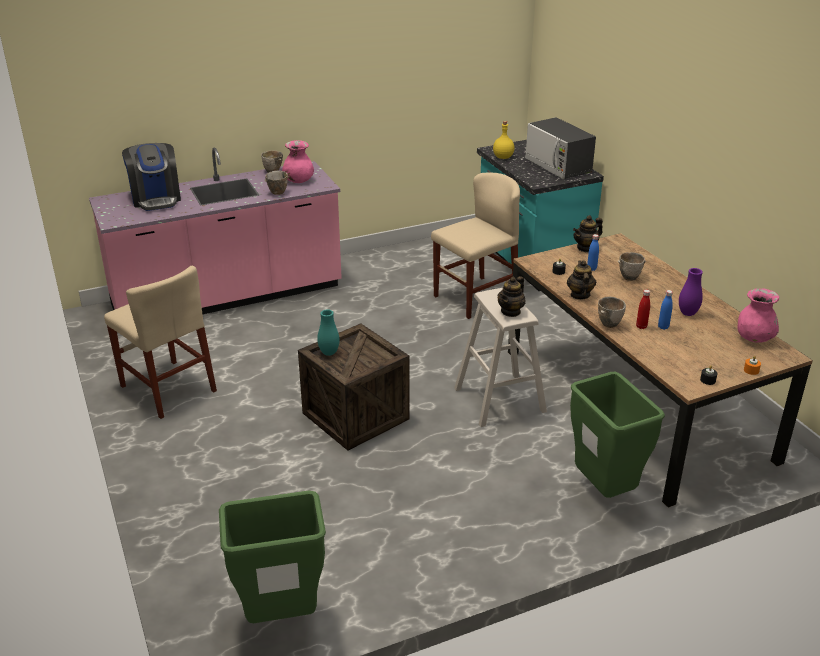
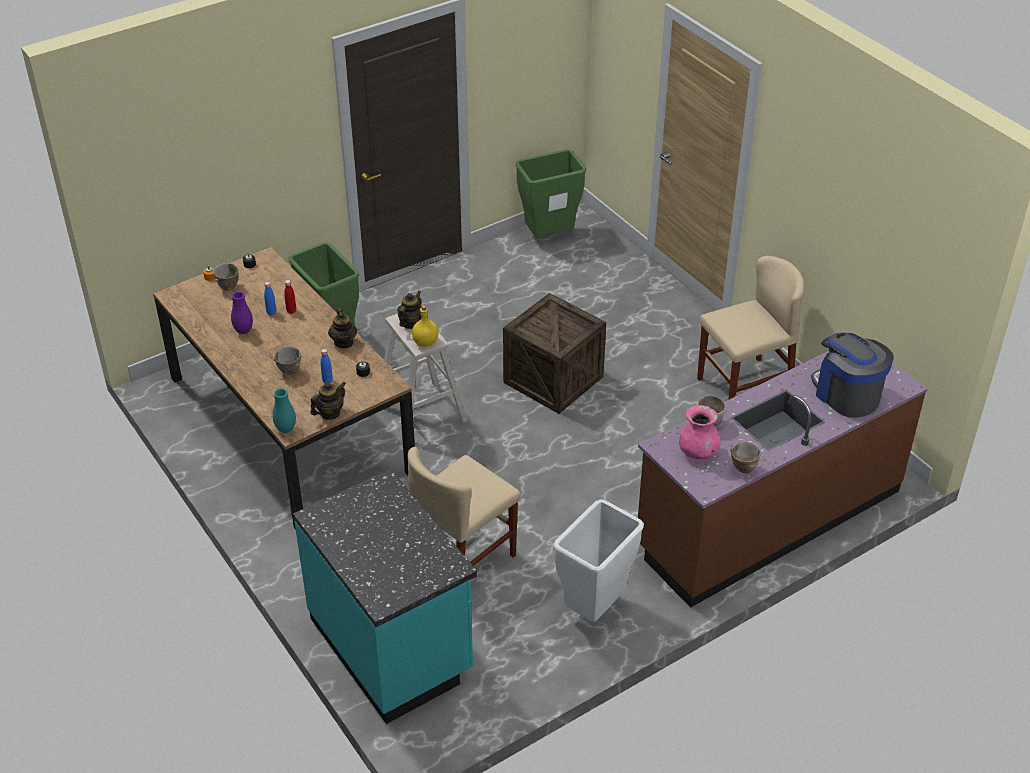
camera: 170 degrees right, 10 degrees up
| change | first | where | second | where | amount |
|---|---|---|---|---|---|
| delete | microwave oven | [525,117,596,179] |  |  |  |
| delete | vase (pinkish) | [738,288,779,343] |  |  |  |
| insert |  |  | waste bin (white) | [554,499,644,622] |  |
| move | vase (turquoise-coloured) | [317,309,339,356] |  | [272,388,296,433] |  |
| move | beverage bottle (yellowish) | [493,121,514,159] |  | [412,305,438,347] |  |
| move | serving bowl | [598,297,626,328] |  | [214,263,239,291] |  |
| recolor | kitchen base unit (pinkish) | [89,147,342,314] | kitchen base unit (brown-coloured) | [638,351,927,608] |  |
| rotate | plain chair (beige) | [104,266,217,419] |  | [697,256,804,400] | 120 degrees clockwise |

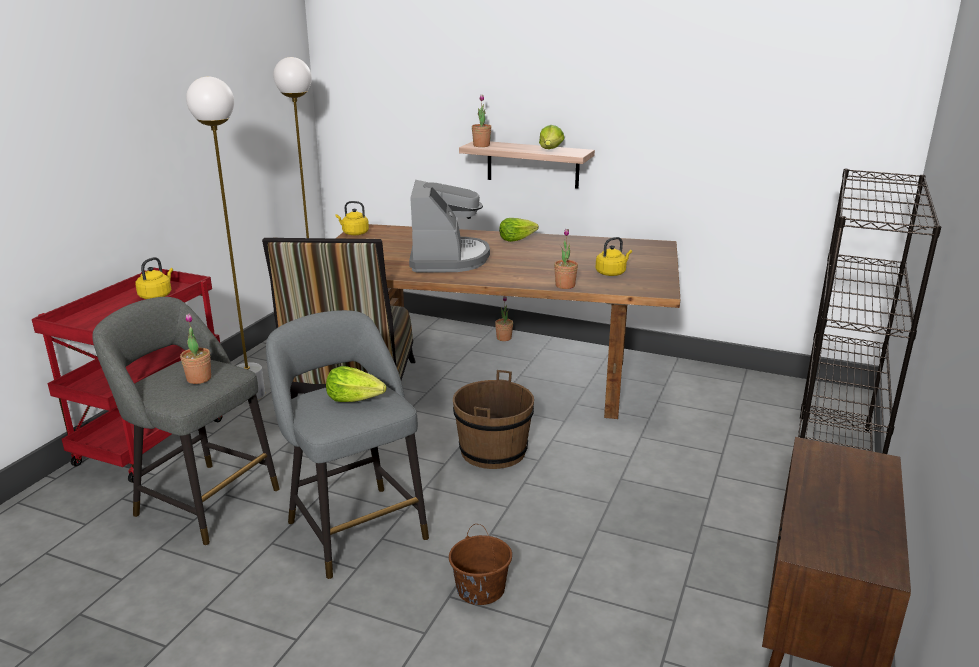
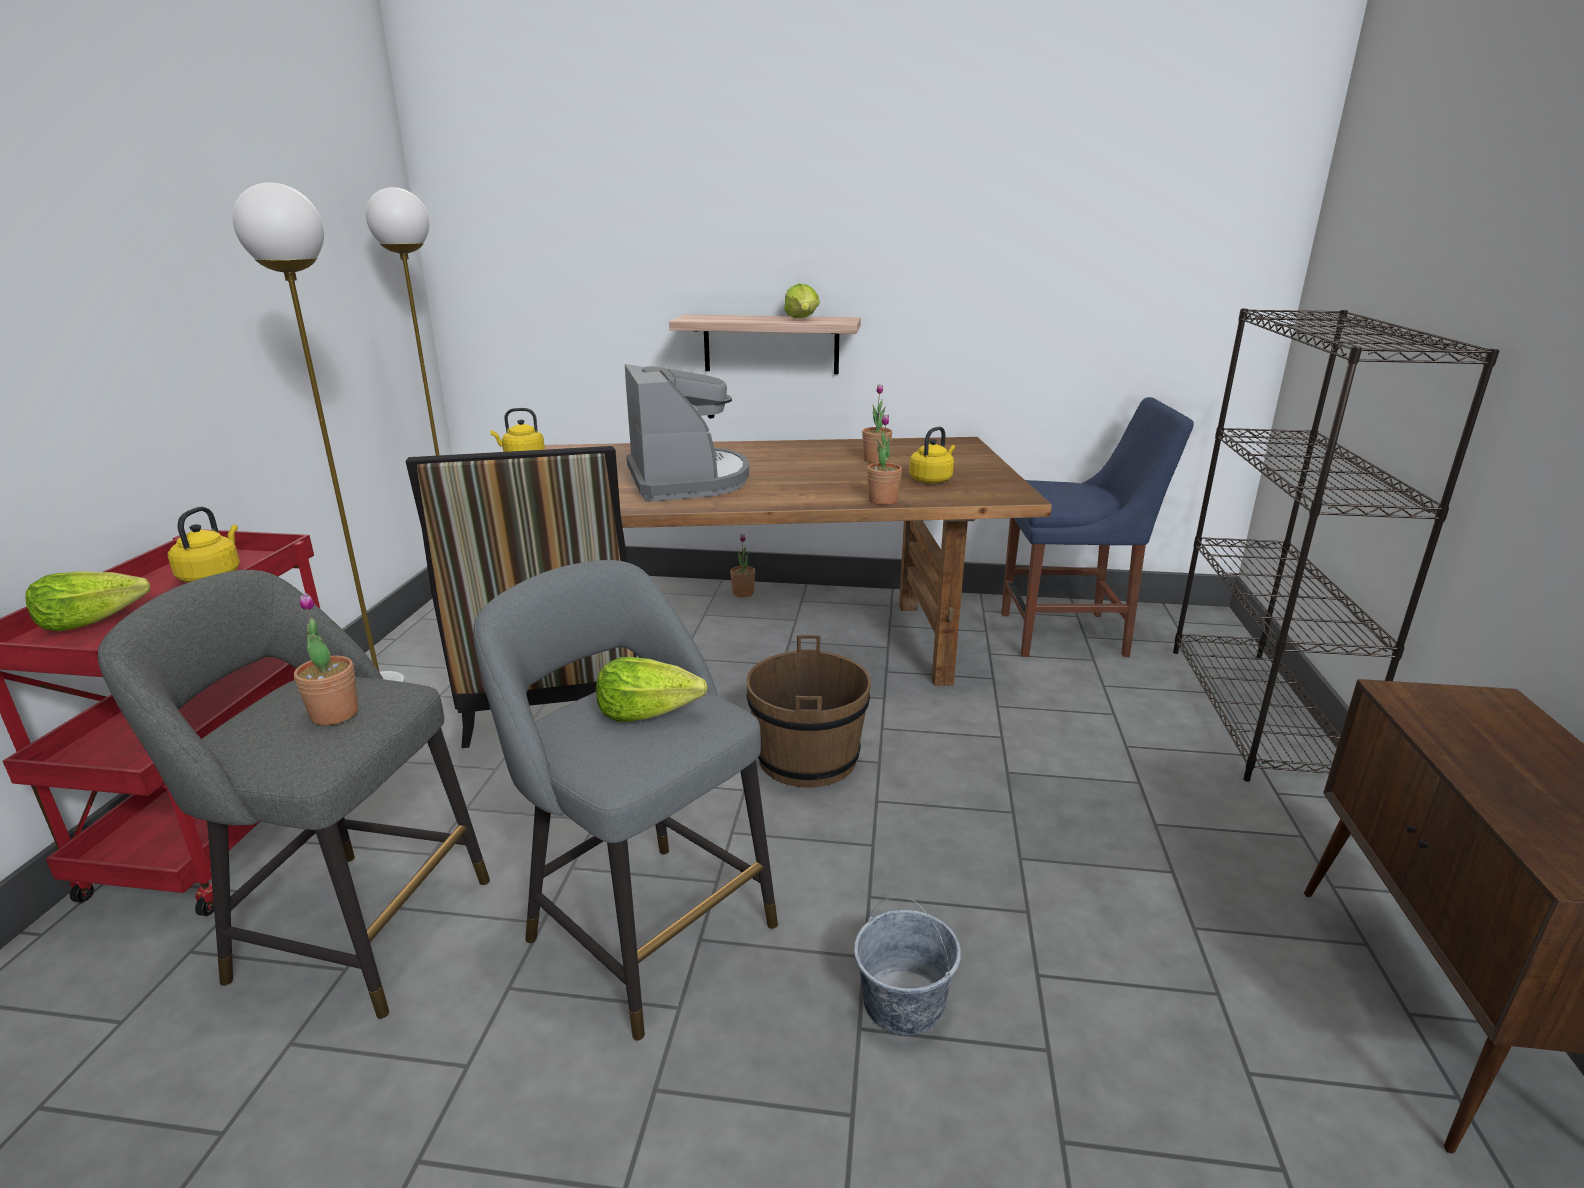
camera: 15 degrees left, 0 degrees up
| change | first | where | second | where | amount |
|---|---|---|---|---|---|
| insert |  |  | plain chair (bluish) | [1001,397,1194,657] |  |
| move | potted plant | [472,95,491,147] |  | [862,384,892,463] |  |
| move | lettuce | [499,218,539,242] |  | [25,571,150,631] |  |
| recolor | pail (brown-coloured) | [449,524,512,605] | pail (greyish) | [854,897,961,1035] |  |

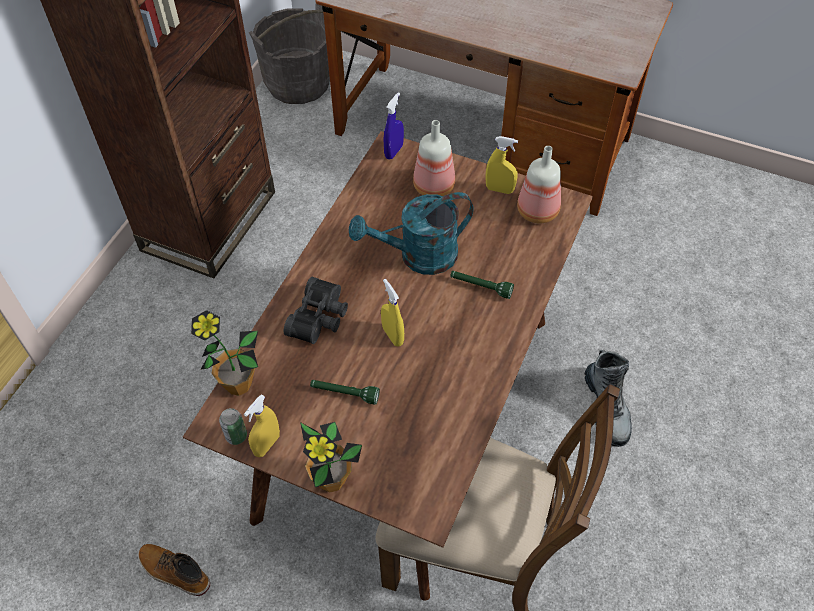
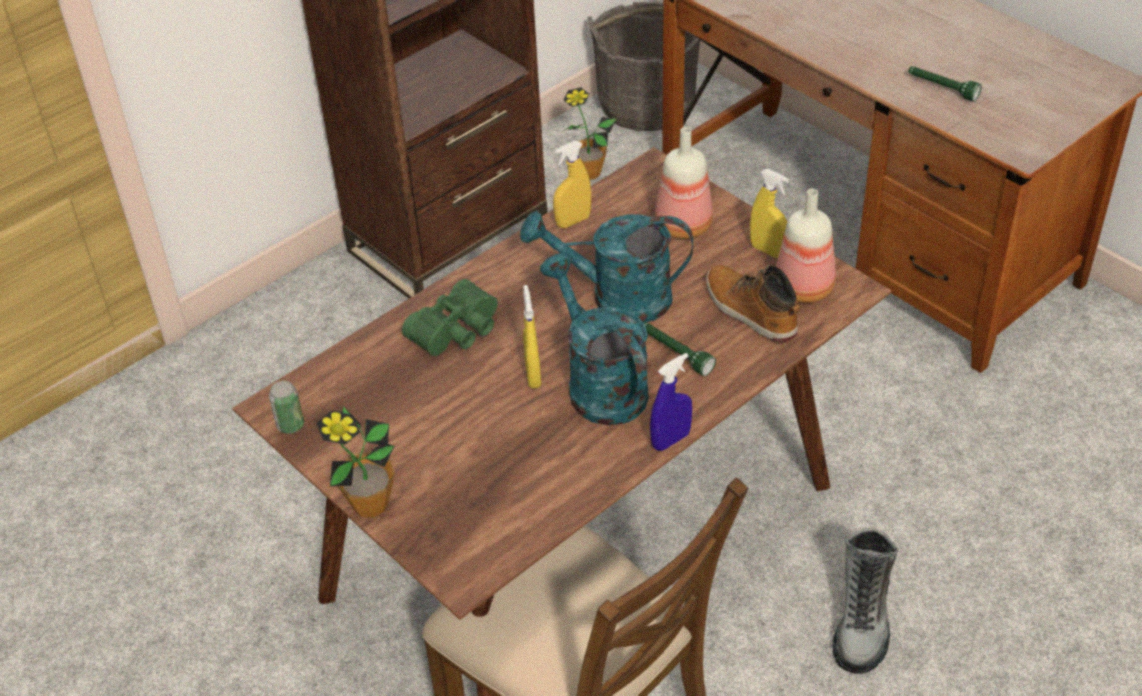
camera: 25 degrees right, 10 degrees down
| change | first | where | second | where | amount |
|---|---|---|---|---|---|
| insert |  |  | sprinkling can (turquoise-coloured) | [540,253,649,425] |  |
| move | tall boot | [138,544,210,596] |  | [706,265,799,343] |  |
| move | potted plant | [191,310,258,396] |  | [562,87,616,180] |  |
| move | sprayer (yellowish) | [244,394,280,457] |  | [553,141,591,228] |  |
| move | hand torch (green) | [310,380,380,405] |  | [908,66,982,102] |  |
| move | sprayer (bluish) | [383,92,404,160] |  | [650,353,692,451] |  |
| recolor | field glasses (blackish) | [284,277,348,344] | field glasses (green) | [402,279,498,356] |  |

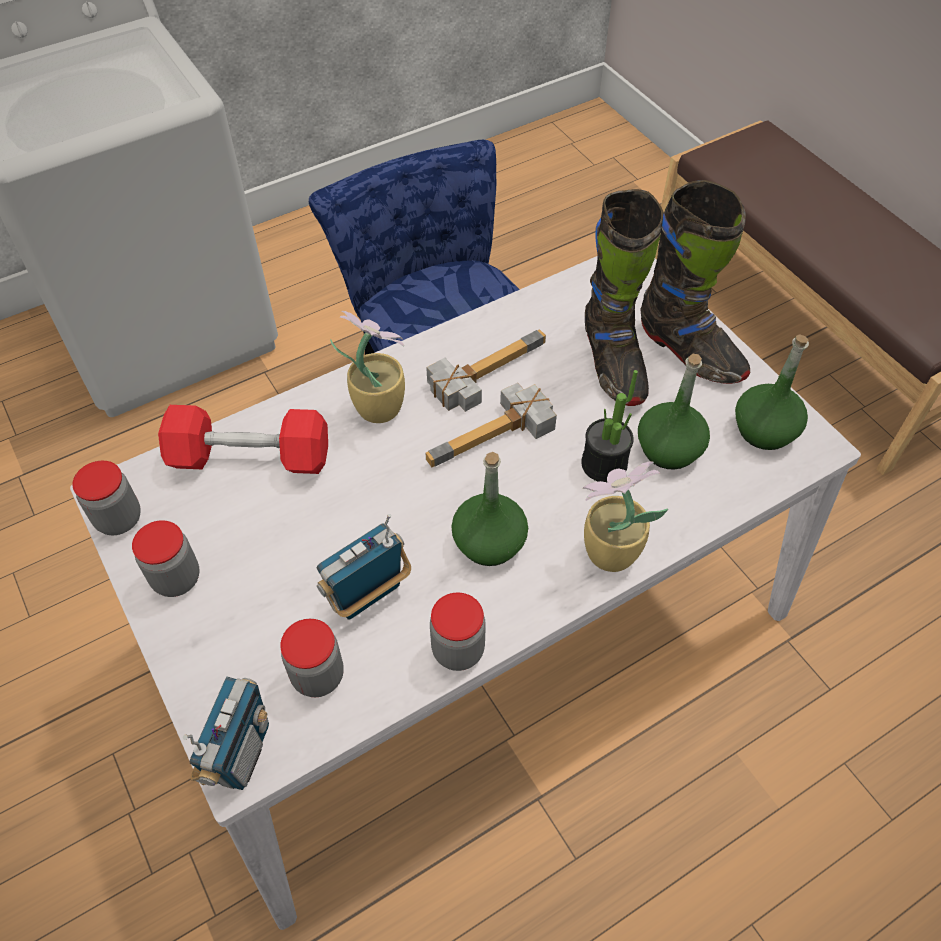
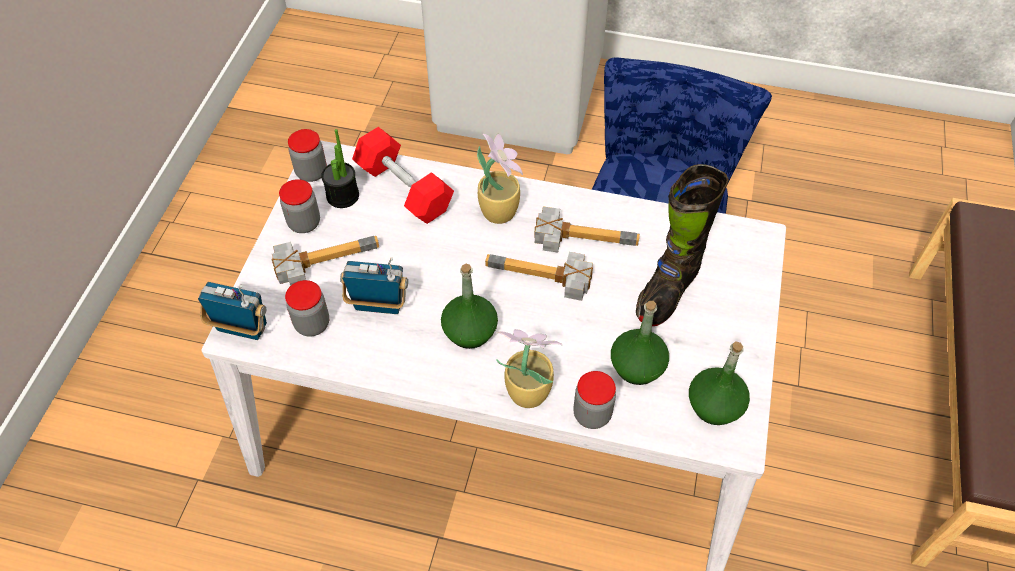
camera: 45 degrees right, 0 degrees up
| change | first | where | second | where | amount |
|---|---|---|---|---|---|
| delete | tall boot (blackish) | [641,180,750,384] |  |  |  |
| insert |  |  | hand hammer | [272,236,379,286] |  |
| move | preserve jar | [430,592,486,671] |  | [573,371,616,429] |  |
| move | potted plant | [581,370,638,483] |  | [321,129,359,208] |  |
| rotate | radio | [183,677,269,790] |  | [198,282,267,340] | 135 degrees counterclockwise |

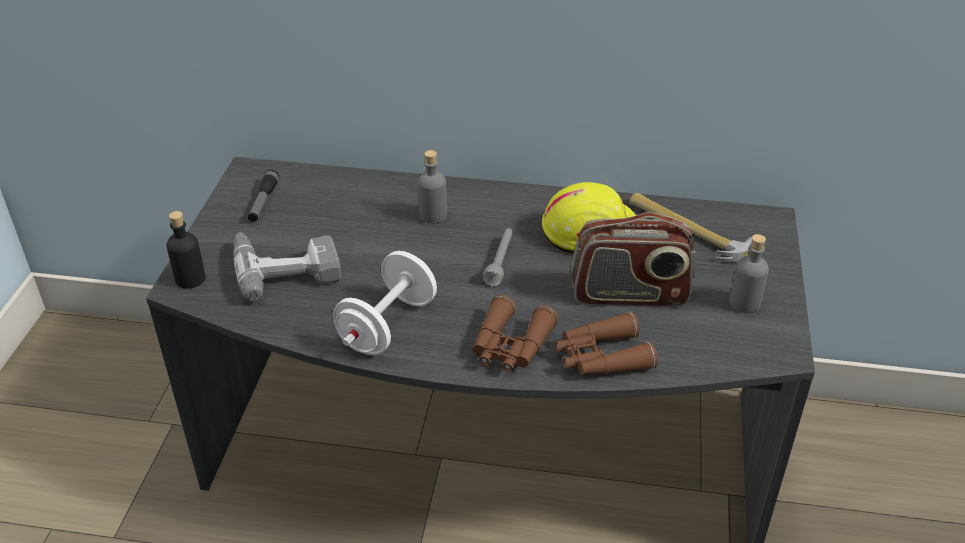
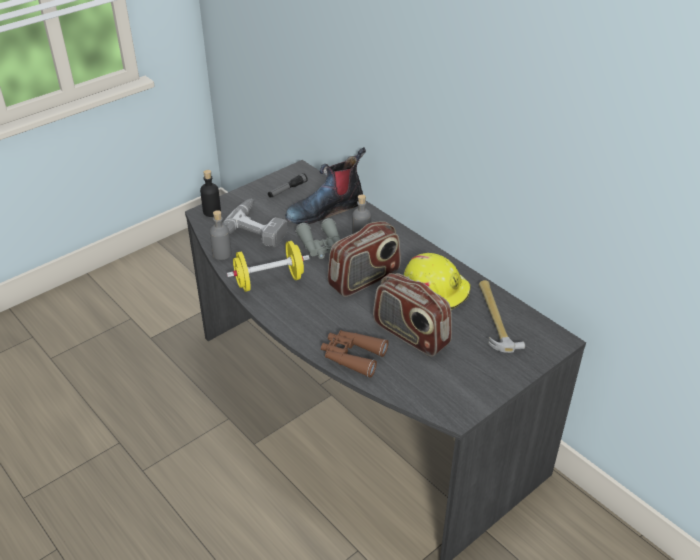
camera: 40 degrees right, 0 degrees up
| change | first | where | second | where | amount |
|---|---|---|---|---|---|
| delete | field glasses (brown-coloured) | [473,295,558,372] |  |  |  |
| insert |  |  | tall boot | [285,147,366,224] |  |
| insert |  |  | field glasses (greyish) | [296,218,341,259] |  |
| move | beverage bottle (greyish) | [730,234,769,313] |  | [210,210,231,260] |  |
| replace | hand torch (greyish) | [483,228,513,287] | radio | [328,221,401,297] |  |
| recolor | hand weight (white) | [333,251,437,355] | hand weight (yellowish) | [227,241,309,292] |  |

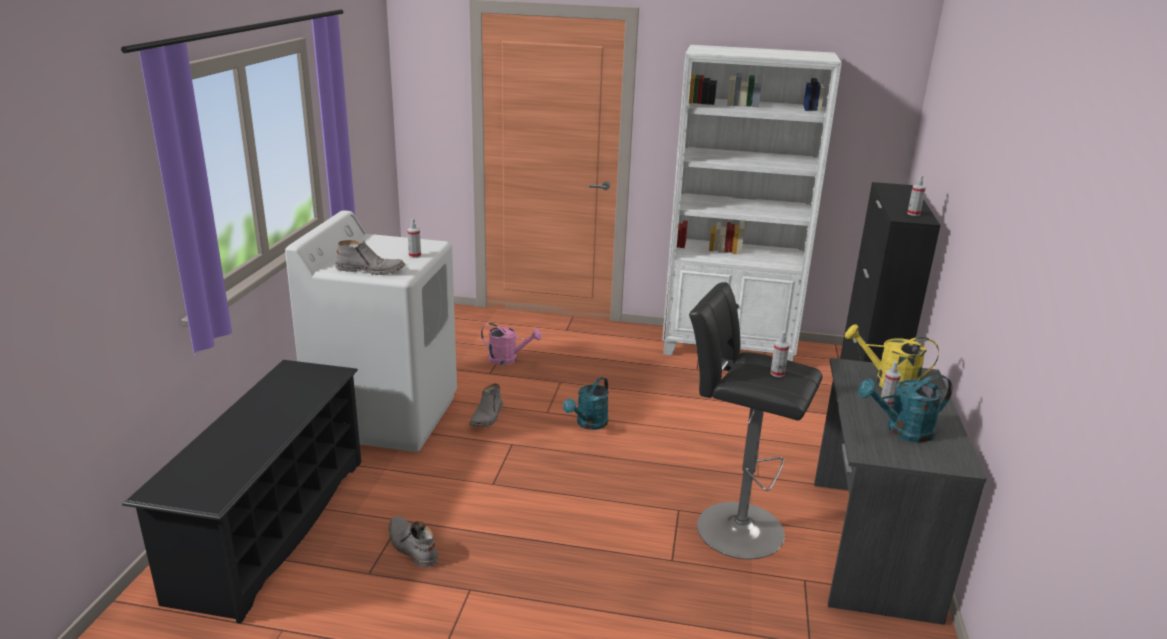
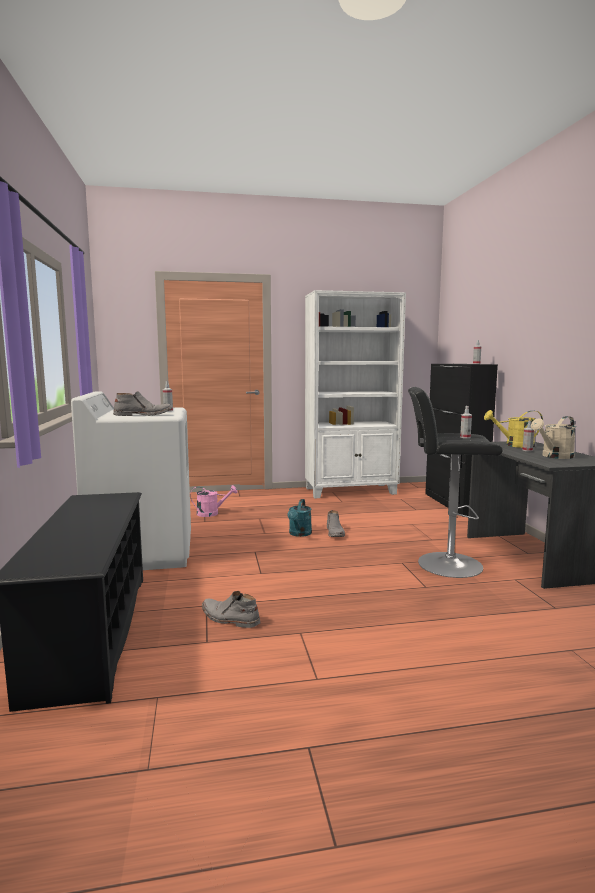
camera: 20 degrees left, 15 degrees down
| change | first | where | second | where | amount |
|---|---|---|---|---|---|
| move | tall boot (greyish) | [469,383,503,427] |  | [327,510,345,537] |  |
| recolor | sprinkling can (turquoise-coloured) | [858,375,952,442] | sprinkling can (beige) | [531,416,576,459] |  |

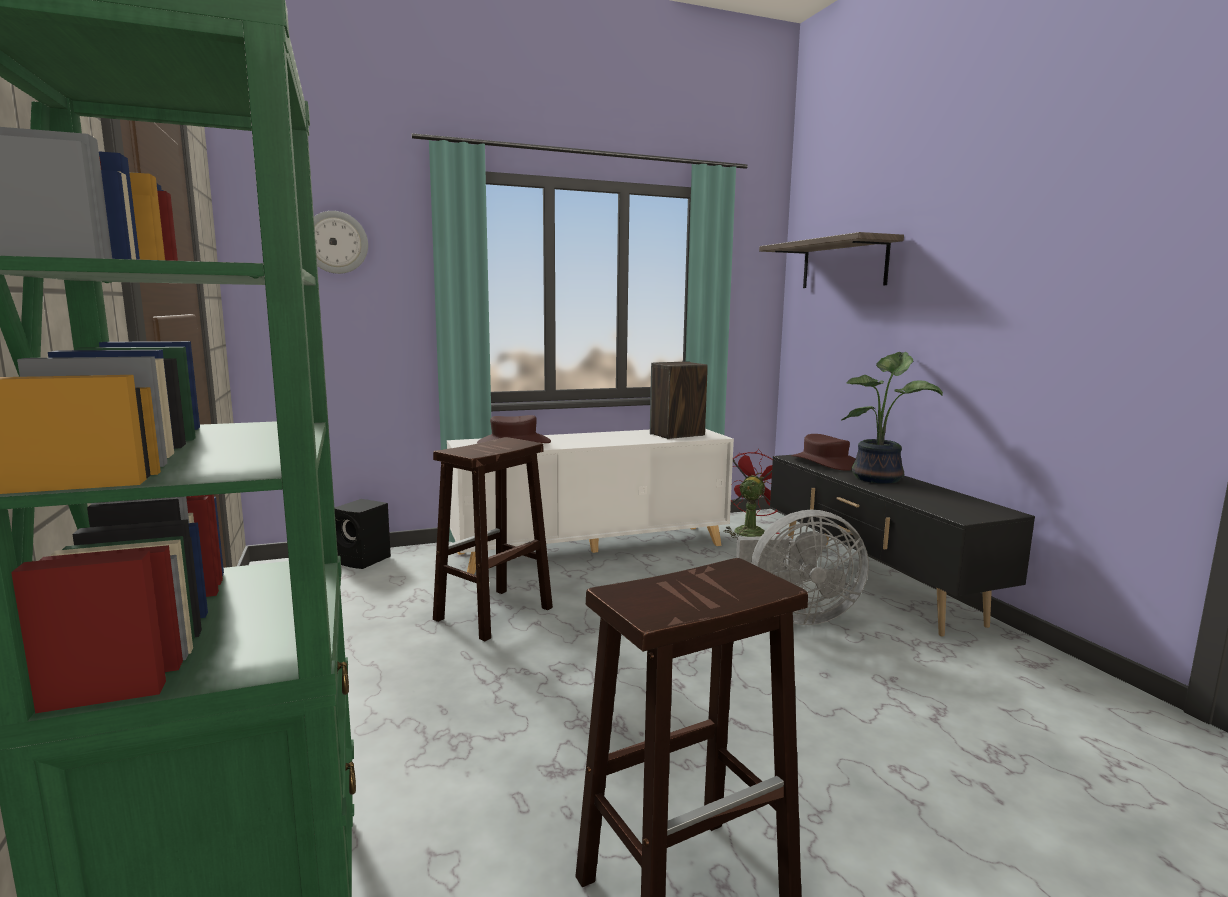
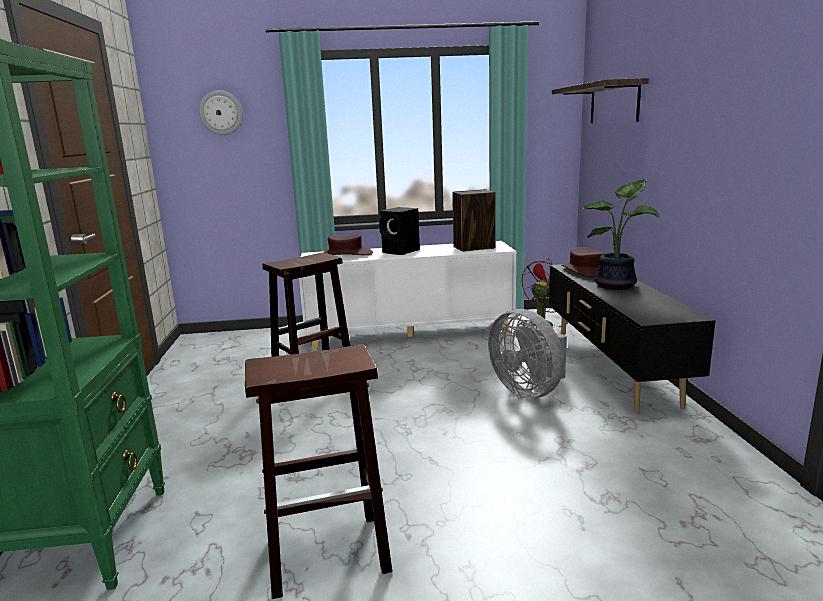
camera: 15 degrees right, 5 degrees up
| change | first | where | second | where | amount |
|---|---|---|---|---|---|
| move | audio speaker (blackish) | [334,499,391,569] |  | [379,207,420,255] |  |
| rotate | electric fan (greyish) | [736,510,869,625] |  | [488,309,567,399] | 45 degrees clockwise |

